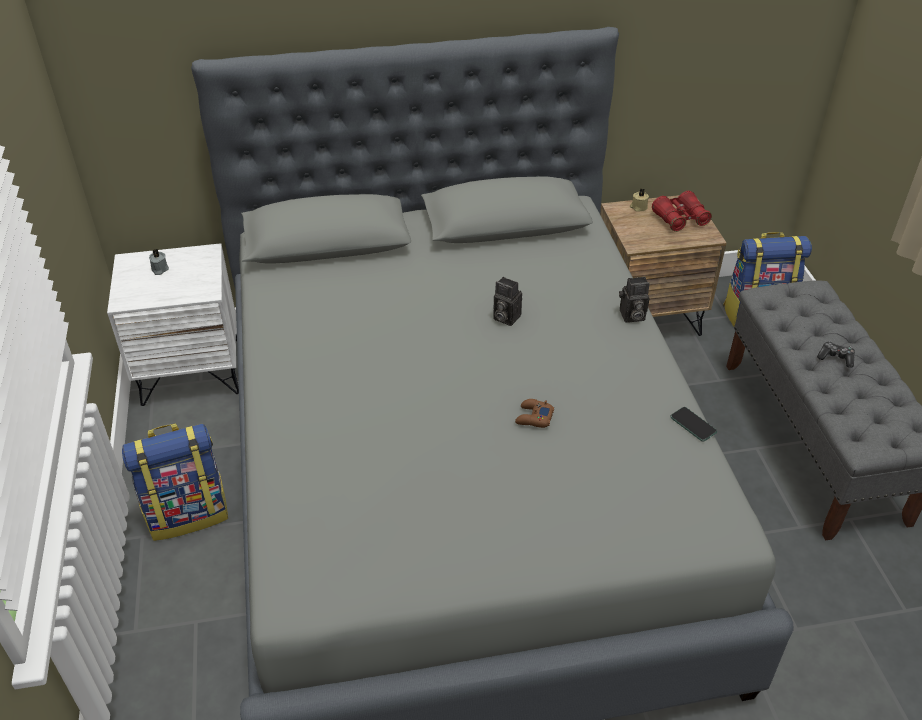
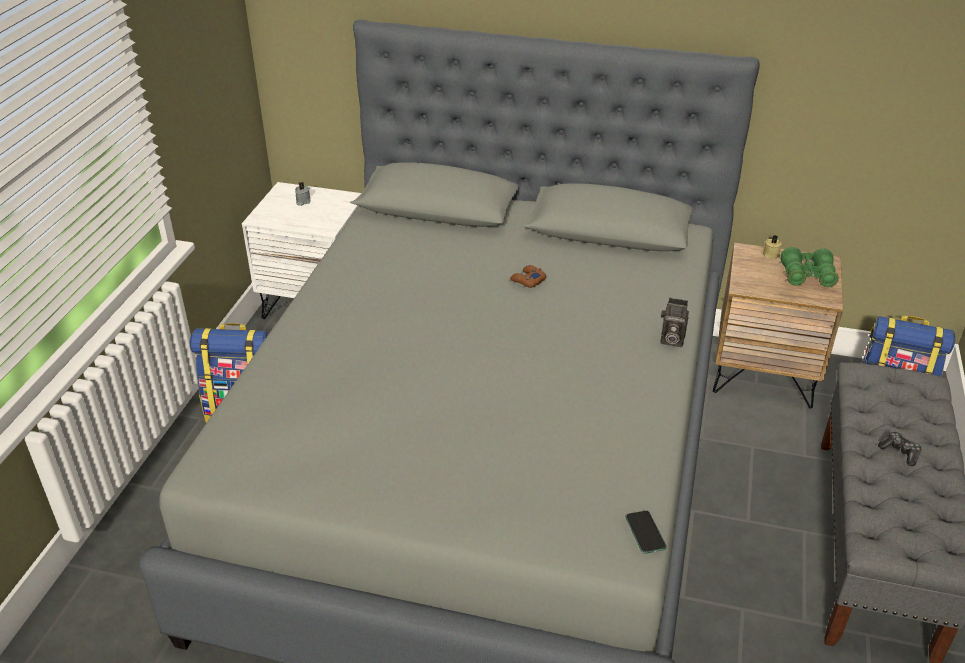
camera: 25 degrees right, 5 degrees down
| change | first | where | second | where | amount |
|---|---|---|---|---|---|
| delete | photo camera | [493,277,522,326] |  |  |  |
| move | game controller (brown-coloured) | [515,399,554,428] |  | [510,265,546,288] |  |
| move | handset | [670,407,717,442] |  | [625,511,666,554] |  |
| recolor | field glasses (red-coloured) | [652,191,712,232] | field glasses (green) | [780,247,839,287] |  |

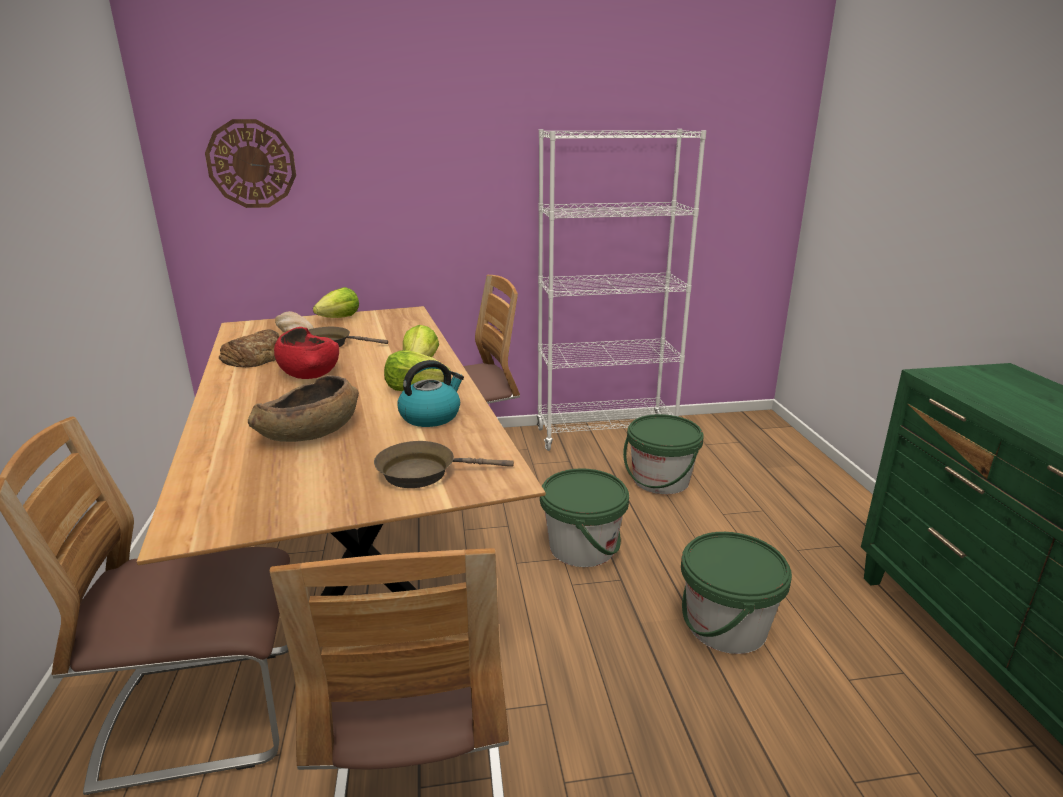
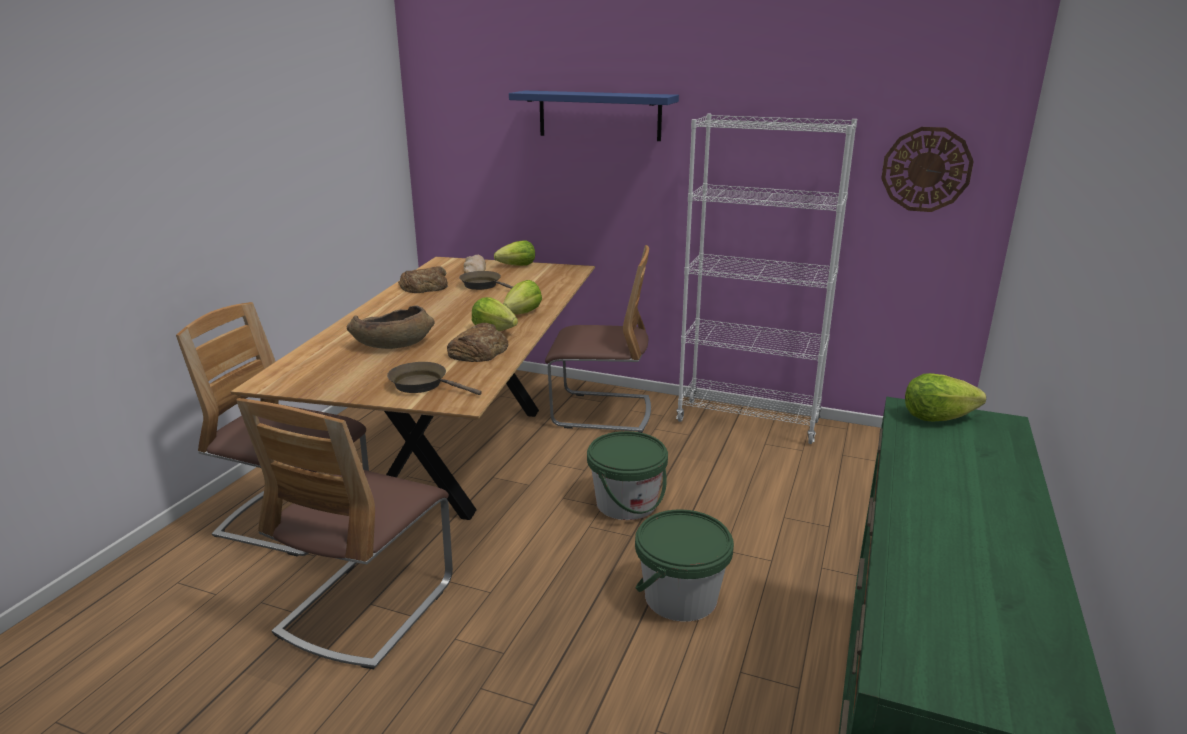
camera: 30 degrees right, 0 degrees up
| change | first | where | second | where | amount |
|---|---|---|---|---|---|
| delete | serving bowl (red-coloured) | [274,327,339,379] |  |  |  |
| delete | pail (green) | [623,414,704,494] |  |  |  |
| insert |  |  | wall shelf (bluish) | [509,91,679,141] |  |
| insert |  |  | lettuce | [905,373,986,422] |  |
| move | hanging clock | [205,119,296,208] |  | [881,127,974,212] |  |
| replace | kettle | [397,360,464,427] | bakery bread | [447,323,508,362] |  |

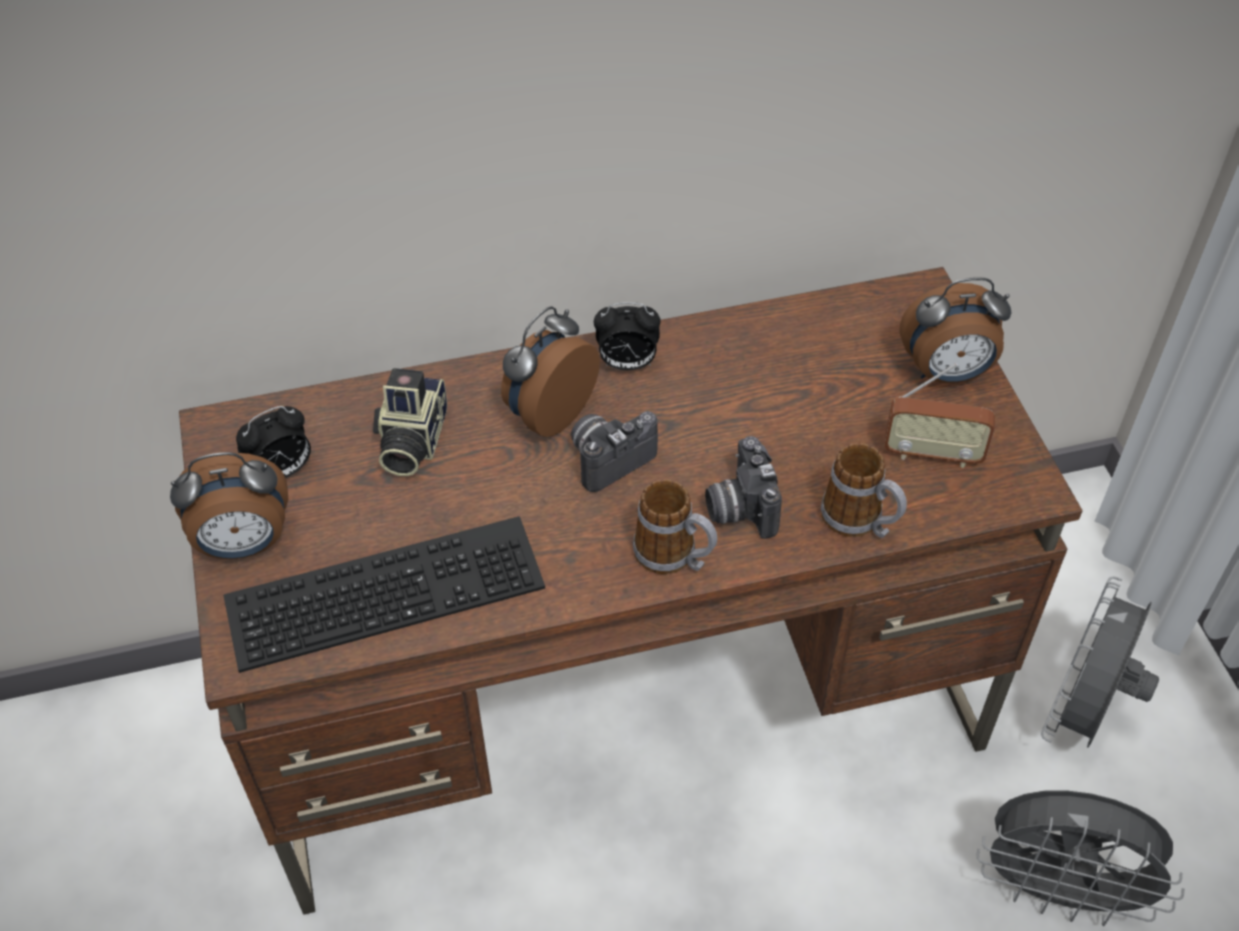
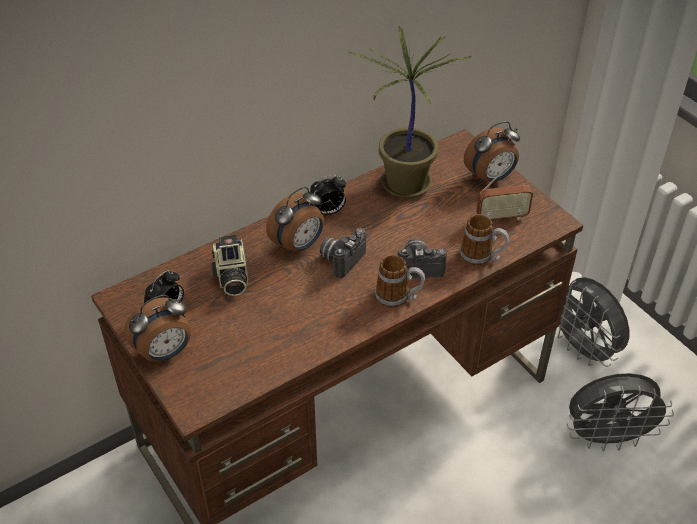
camera: 20 degrees left, 5 degrees down
| change | first | where | second | where | amount |
|---|---|---|---|---|---|
| delete | keyboard | [223,516,545,673] |  |  |  |
| insert |  |  | potted plant | [347,26,472,199] |  |
| rotate | bedside clock | [501,306,600,437] |  | [266,187,324,254] | 150 degrees counterclockwise |
| rotate | photo camera | [705,436,782,539] |  | [397,239,447,278] | 120 degrees clockwise |
| rotate | electric fan (greyish) | [1041,576,1159,747] |  | [558,277,629,367] | 45 degrees counterclockwise |

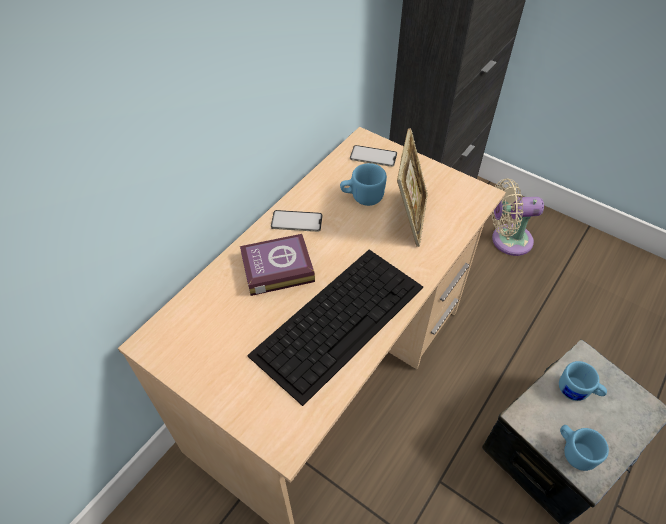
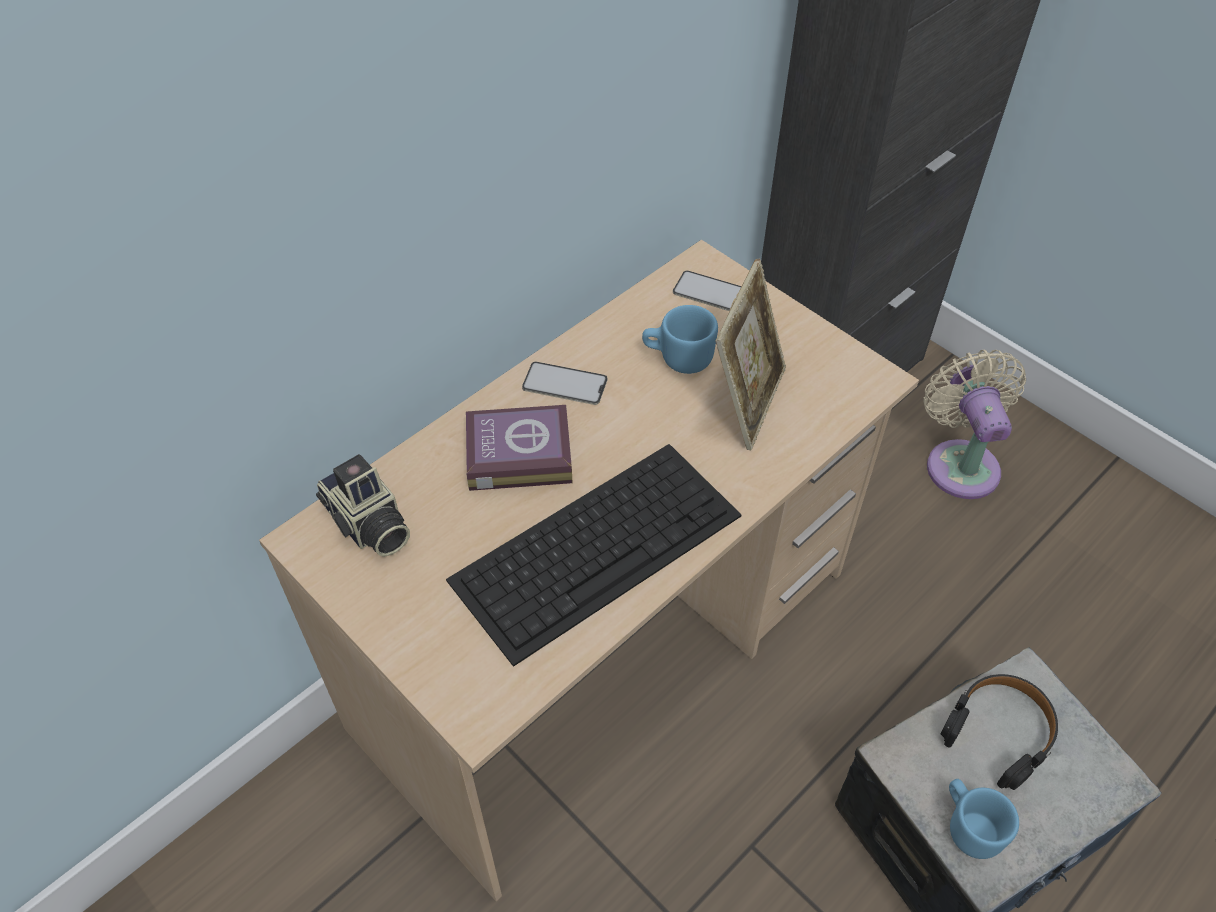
camera: 10 degrees right, 0 degrees up
| change | first | where | second | where | amount |
|---|---|---|---|---|---|
| insert |  |  | photo camera | [316,454,410,557] |  |
| replace | tea mug (bluish) | [559,361,607,401] | headset (blackish) | [940,674,1058,790] |  |
| rotate | electric fan (beige) | [492,178,544,256] |  | [923,350,1026,499] | 75 degrees clockwise |

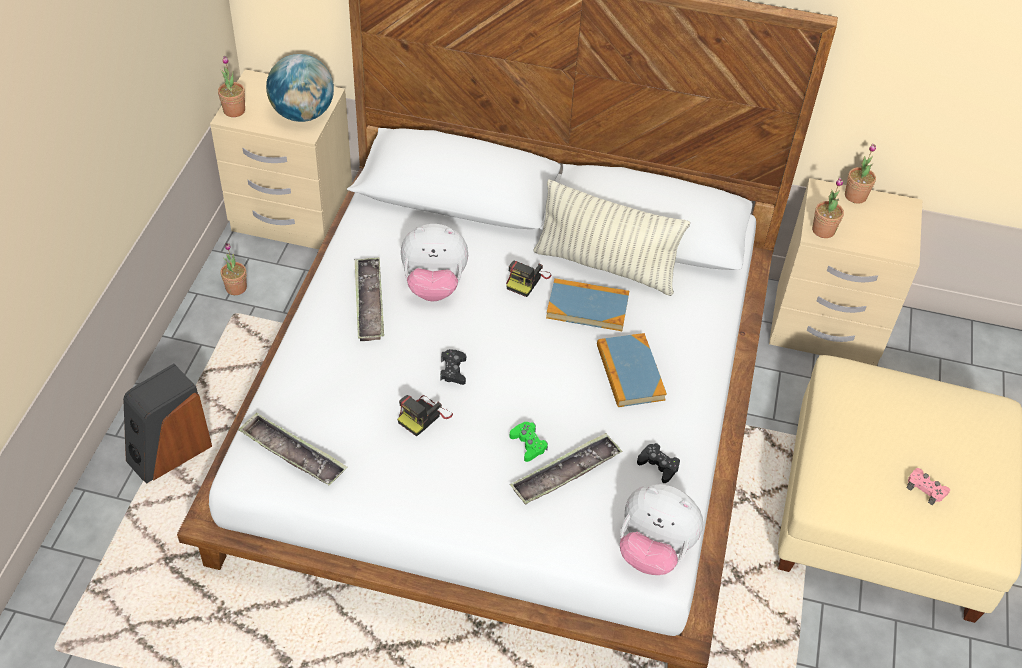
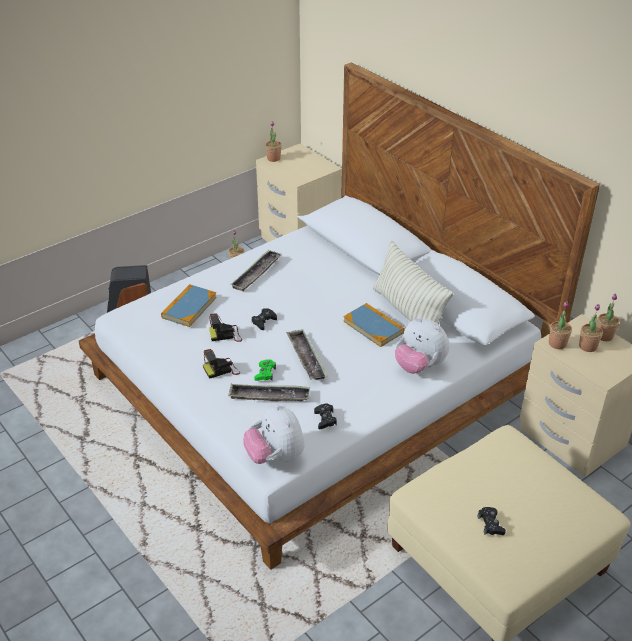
camera: 40 degrees right, 10 degrees down
| change | first | where | second | where | amount |
|---|---|---|---|---|---|
| delete | globe | [266,54,334,122] |  |  |  |
| insert |  |  | potted plant | [579,304,603,352] |  |
| move | tray | [238,412,347,485] |  | [286,329,328,380] |  |
| move | cuddly toy | [401,224,468,301] |  | [395,317,449,374] |  |
| move | photo camera | [506,261,551,297] |  | [203,349,240,379] |  |
| move | bound book | [597,333,667,407] |  | [161,284,217,327] |  |
| recolor | game controller (pinkish) | [907,468,950,505] | game controller (blackish) | [477,507,506,535] |  |

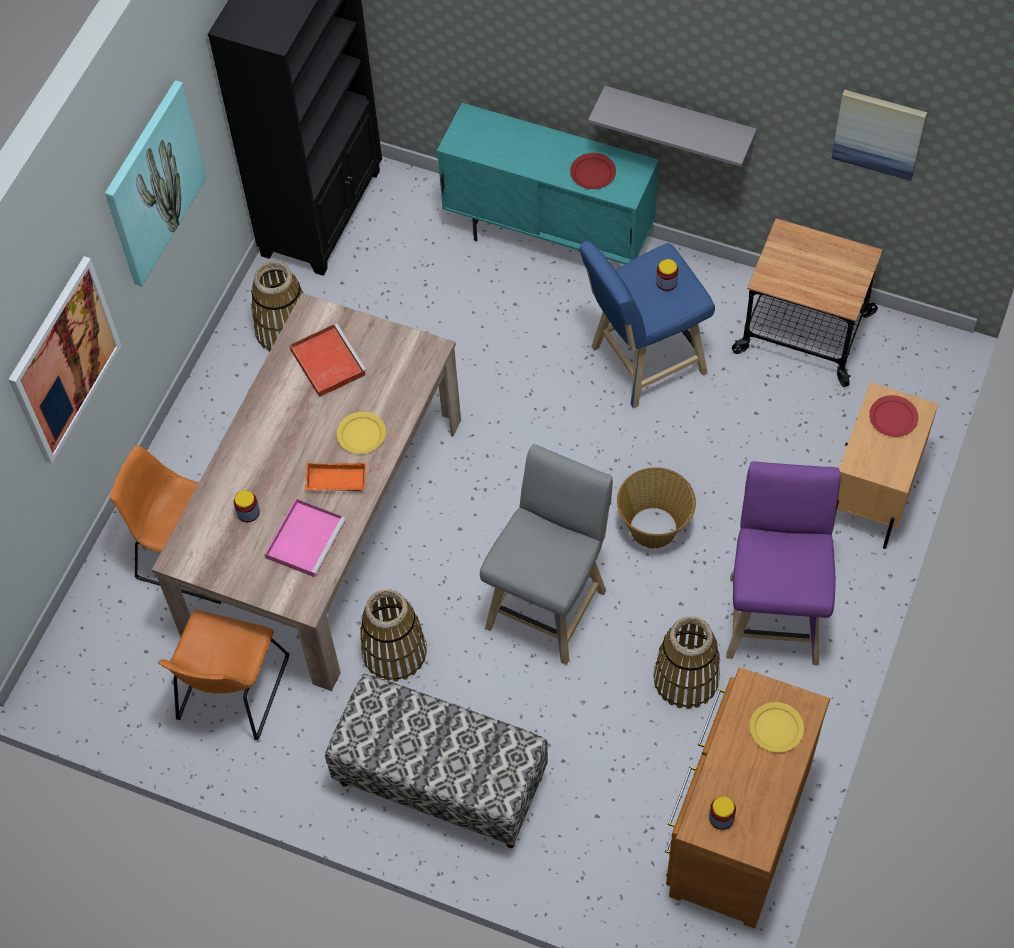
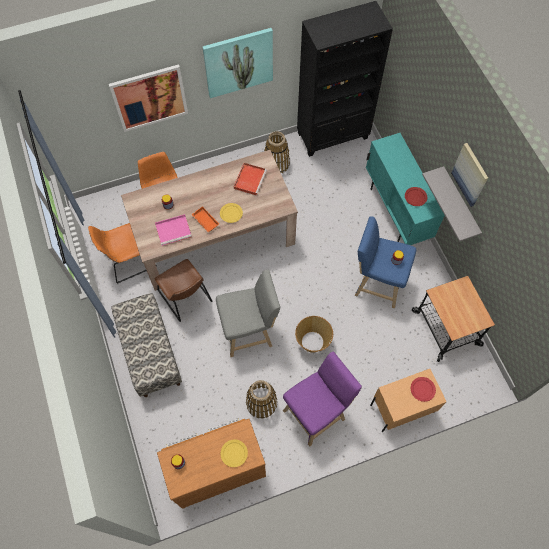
camera: 45 degrees right, 5 degrees up
| change | first | where | second | where | amount |
|---|---|---|---|---|---|
| move | wall picture | [832,90,927,181] |  | [451,143,488,207] |  |
| replace | storage basket | [360,589,427,682] | plain chair (brown-coloured) | [155,259,212,322] |  |

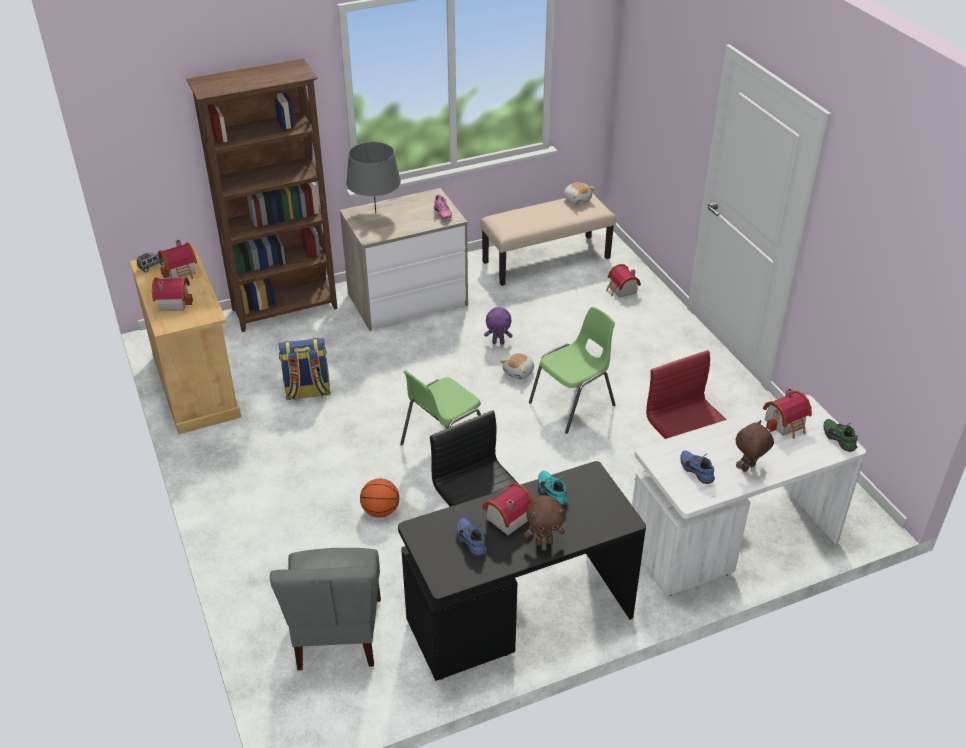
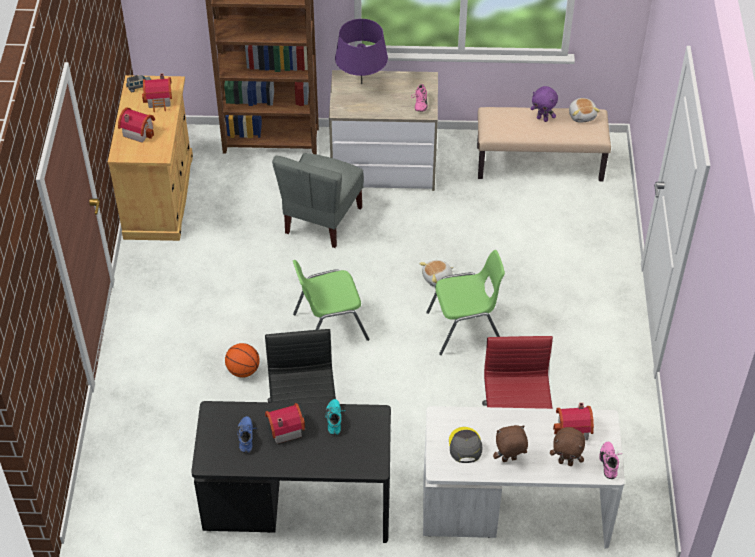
camera: 25 degrees right, 10 degrees up
| change | first | where | second | where | amount |
|---|---|---|---|---|---|
| delete | knapsack | [278,338,331,401] |  |  |  |
| delete | miniature house | [606,264,641,298] |  |  |  |
| move | plain chair (greyish) | [270,548,381,670] |  | [272,153,364,248] |  |
| move | cuddly toy (purplish) | [484,307,513,344] |  | [530,86,558,122] |  |
| move | cuddly toy (brown-coloured) | [524,495,565,546] |  | [550,427,585,466] |  |
| replace | item of footwear (bluish) | [680,450,715,484] | cap (greyish) | [449,427,483,463] |  |
| recolor | table lamp (greyish) | [346,142,401,213] | table lamp (purplish) | [335,19,388,84] |  |
| recolor | item of footwear (green) | [824,419,858,452] | item of footwear (pinkish) | [599,442,622,479] |  |

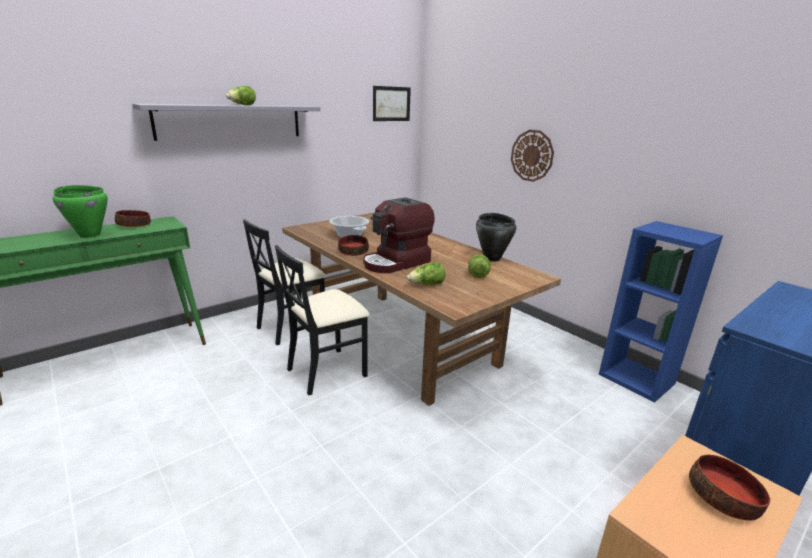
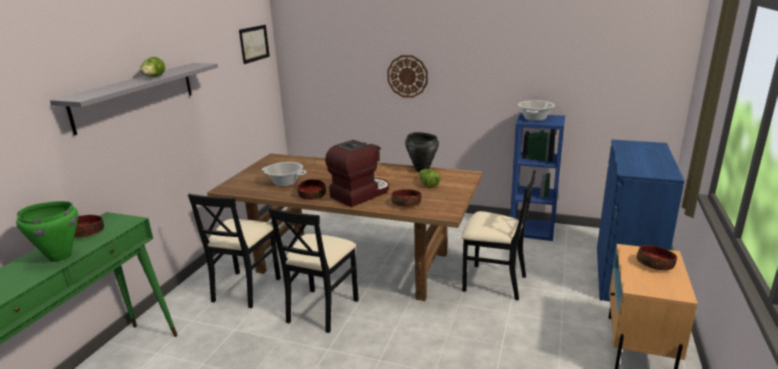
camera: 30 degrees left, 0 degrees up
| change | first | where | second | where | amount |
|---|---|---|---|---|---|
| insert |  |  | plain chair (blackish) | [461,170,536,300] |  |
| insert |  |  | stockpot | [518,100,555,121] |  |
| replace | lettuce | [407,262,446,285] | serving bowl | [391,189,421,207] |  |
| rotate | coffee brewer | [363,197,435,273] |  | [325,140,389,207] | 150 degrees counterclockwise |

